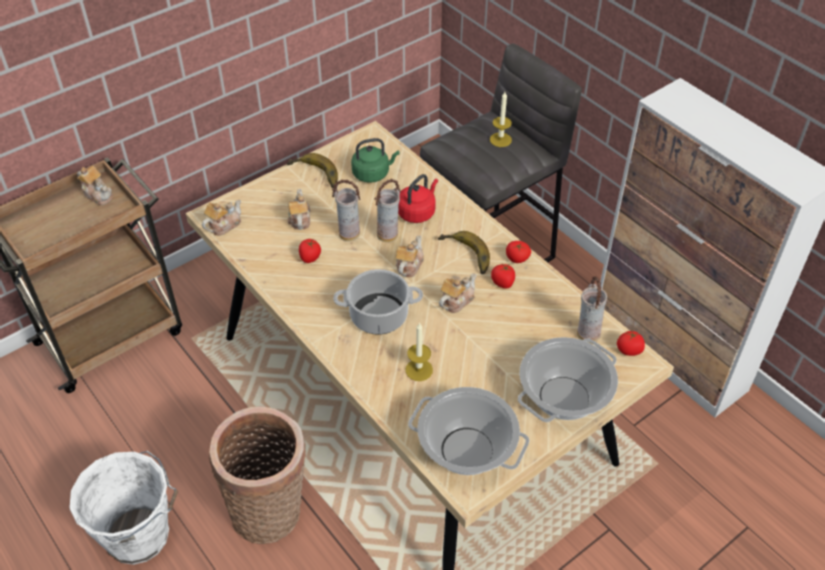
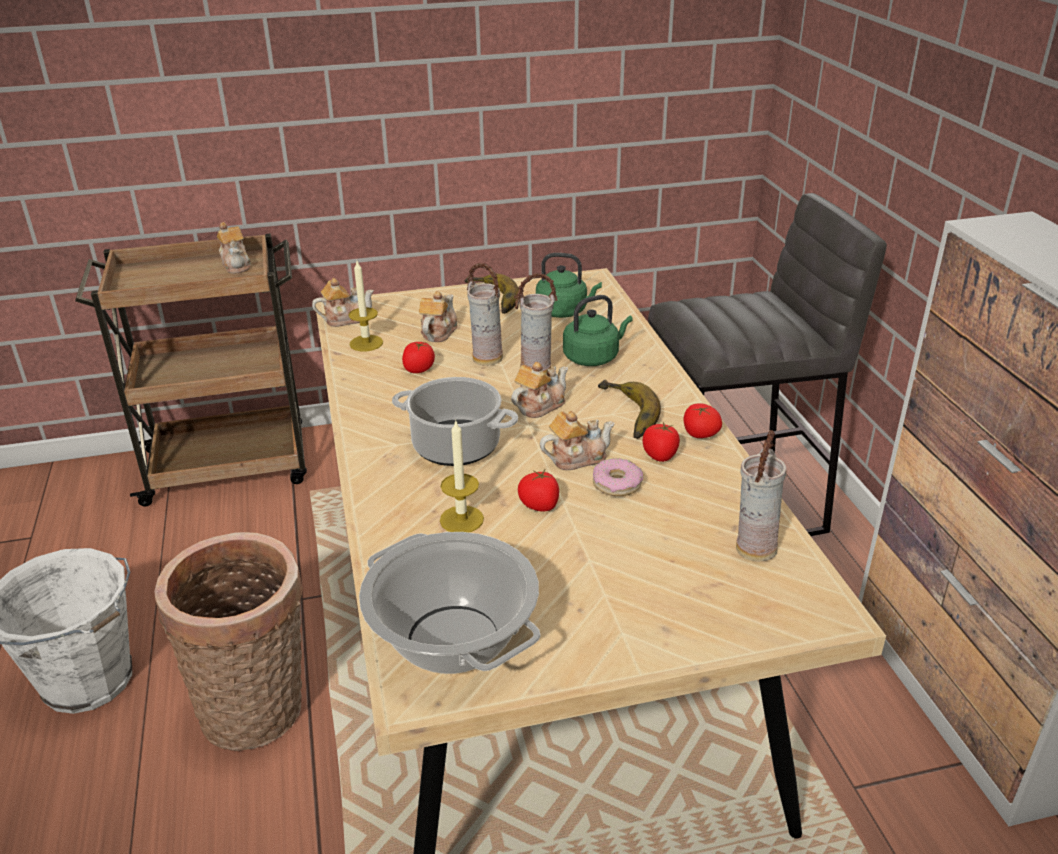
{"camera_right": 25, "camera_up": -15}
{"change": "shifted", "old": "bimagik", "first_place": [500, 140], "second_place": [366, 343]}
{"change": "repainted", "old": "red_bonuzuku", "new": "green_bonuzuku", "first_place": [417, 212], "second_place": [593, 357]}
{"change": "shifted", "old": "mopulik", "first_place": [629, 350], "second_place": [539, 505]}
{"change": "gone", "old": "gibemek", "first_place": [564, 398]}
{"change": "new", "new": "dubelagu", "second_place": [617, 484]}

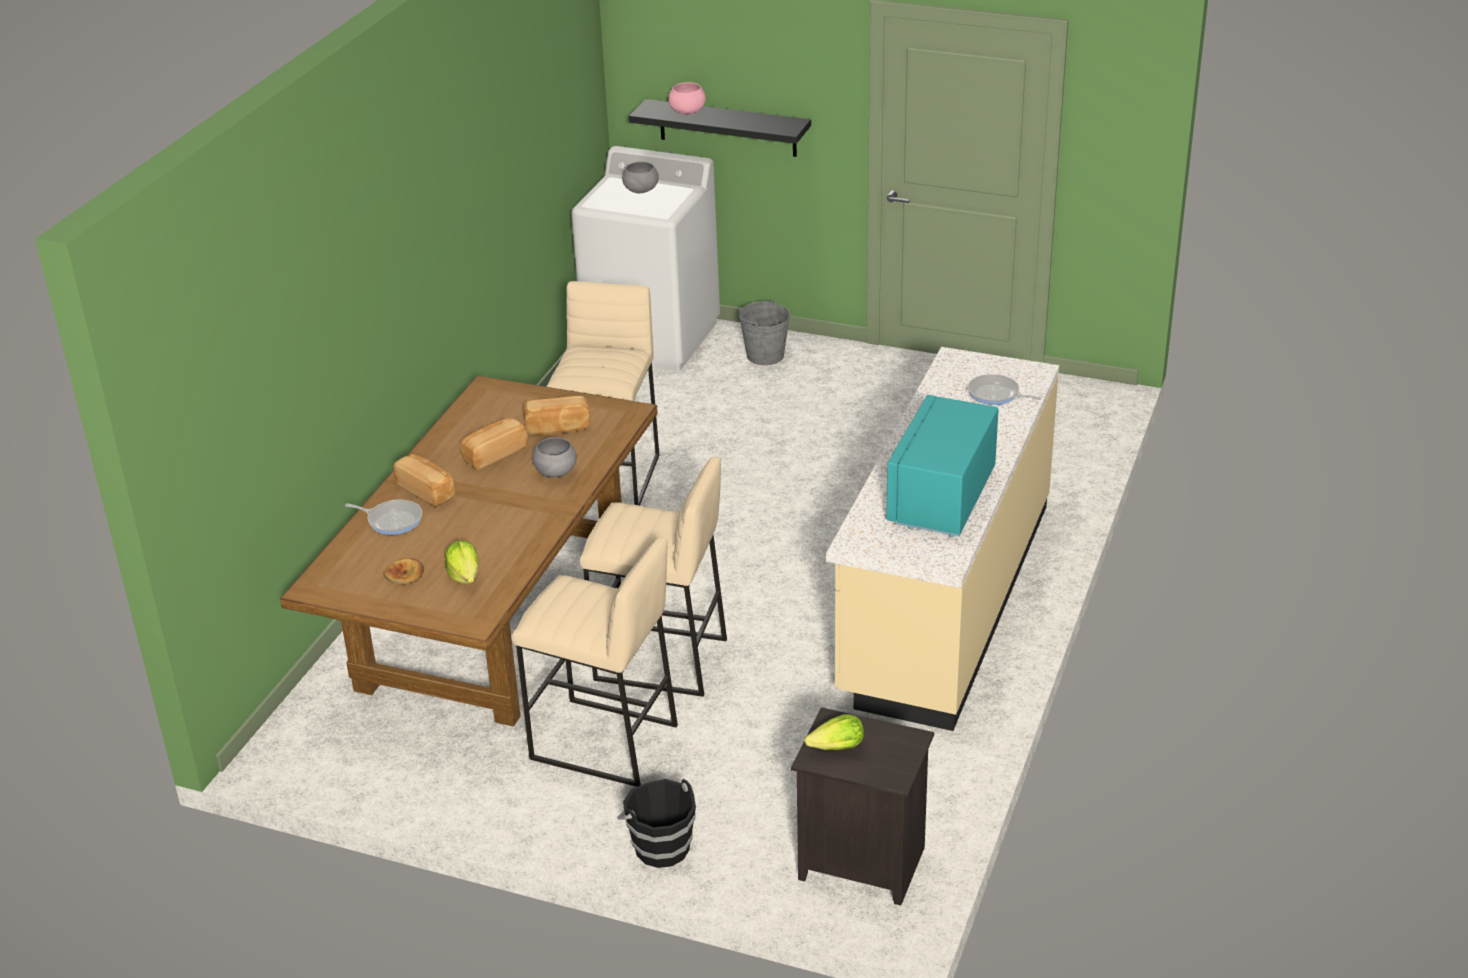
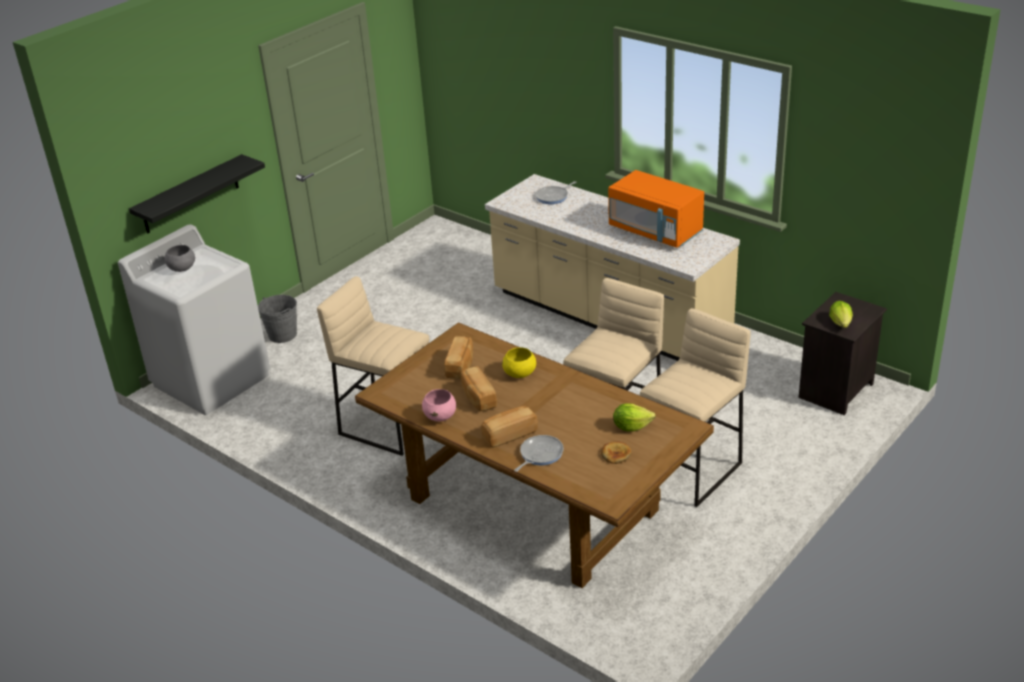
{"camera_right": -70, "camera_up": 0}
{"change": "shifted", "old": "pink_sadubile", "first_place": [687, 112], "second_place": [440, 416]}
{"change": "repainted", "old": "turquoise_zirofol", "new": "orange_zirofol", "first_place": [940, 498], "second_place": [655, 231]}
{"change": "repainted", "old": "grey_sadubile", "new": "yellow_sadubile", "first_place": [555, 472], "second_place": [520, 374]}
{"change": "gone", "old": "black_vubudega", "first_place": [660, 847]}

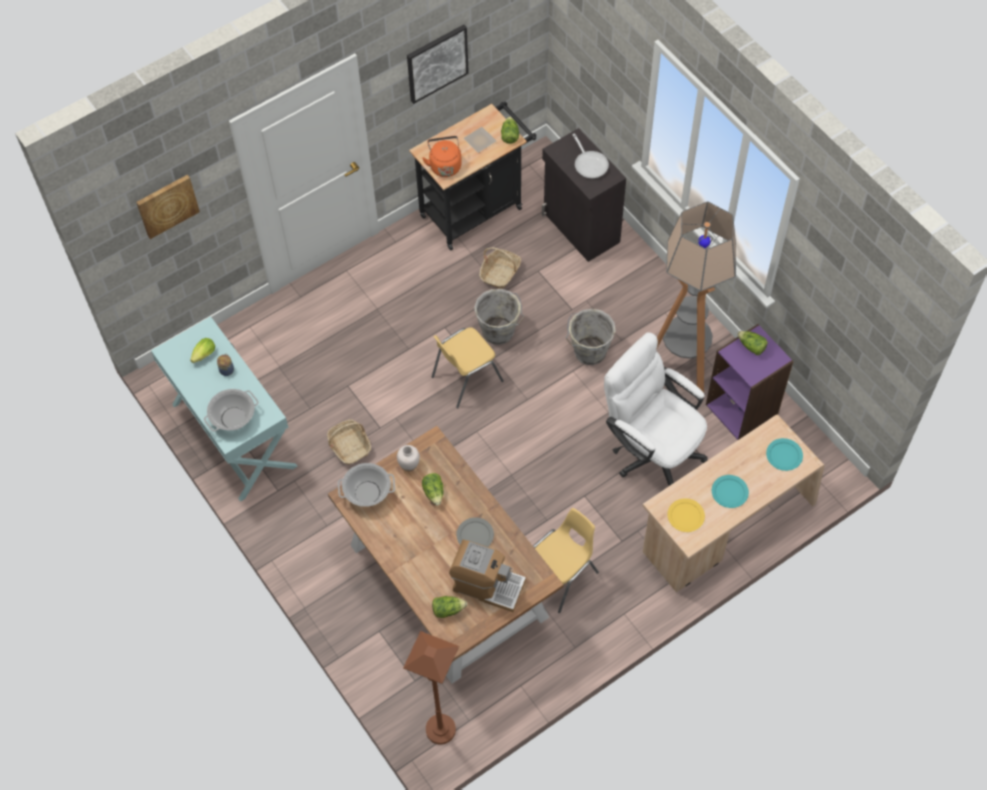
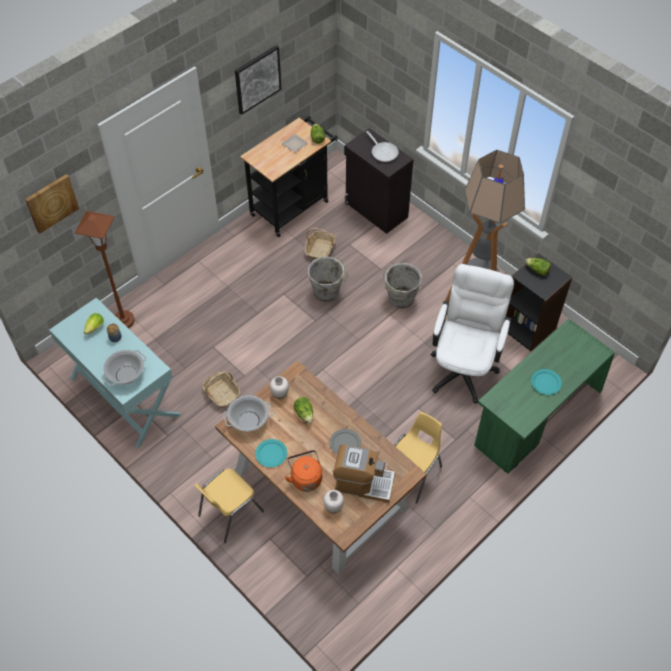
{"camera_right": -10, "camera_up": -5}
{"change": "shifted", "old": "orange_bonuzuku", "first_place": [445, 165], "second_place": [305, 477]}
{"change": "repainted", "old": "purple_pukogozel", "new": "black_pukogozel", "first_place": [742, 409], "second_place": [528, 327]}
{"change": "shifted", "old": "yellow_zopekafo", "first_place": [466, 378], "second_place": [229, 513]}
{"change": "rotated", "old": "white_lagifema", "first_place": [651, 449], "second_place": [464, 366], "degrees": 75}
{"change": "repainted", "old": "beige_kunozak", "new": "green_kunozak", "first_place": [726, 526], "second_place": [535, 417]}
{"change": "shifted", "old": "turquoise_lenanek", "first_place": [784, 455], "second_place": [271, 454]}
{"change": "gone", "old": "yellow_lenanek", "first_place": [685, 516]}
{"change": "swapped", "old": "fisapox", "new": "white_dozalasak", "first_place": [448, 609], "second_place": [333, 507]}
{"change": "shifted", "old": "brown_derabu", "first_place": [440, 729], "second_place": [124, 320]}

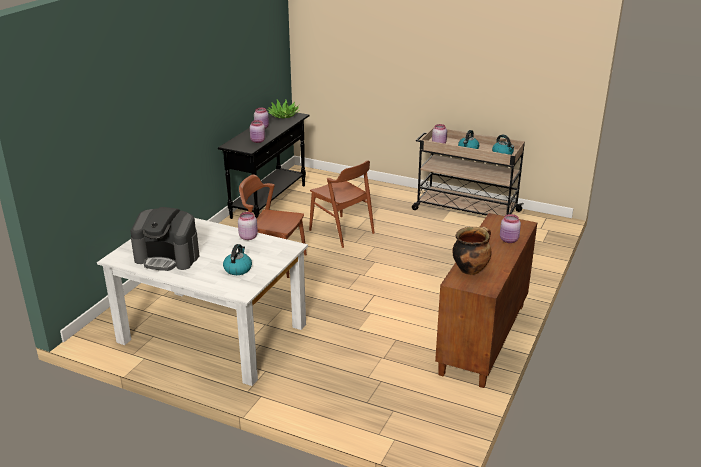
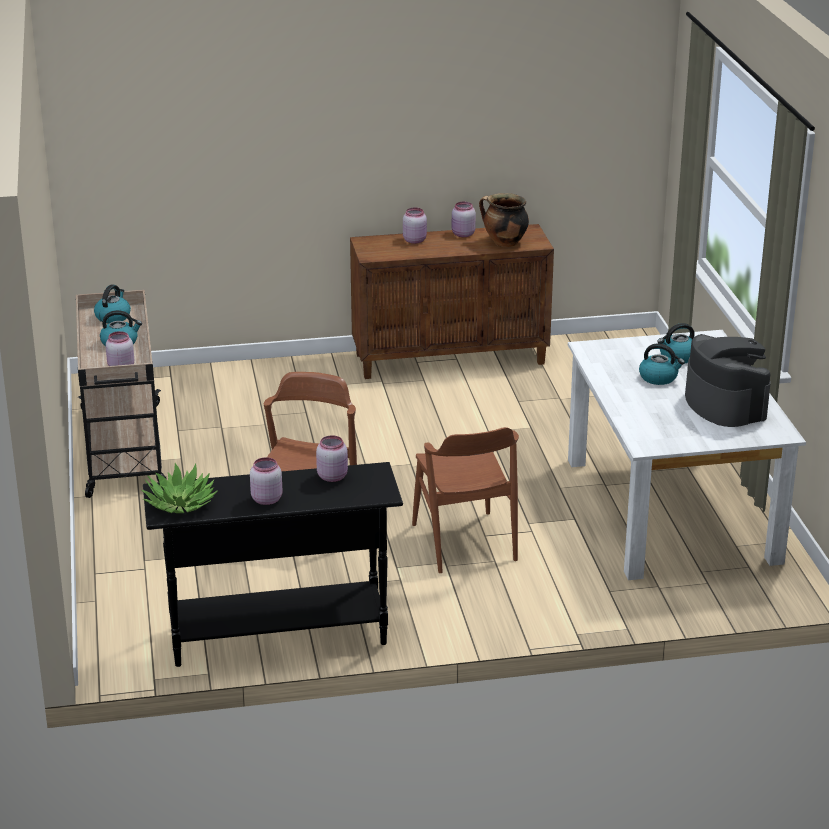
{"camera_right": -125, "camera_up": 0}
{"change": "shifted", "old": "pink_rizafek", "first_place": [248, 237], "second_place": [462, 234]}
{"change": "new", "new": "bonuzuku", "second_place": [659, 378]}

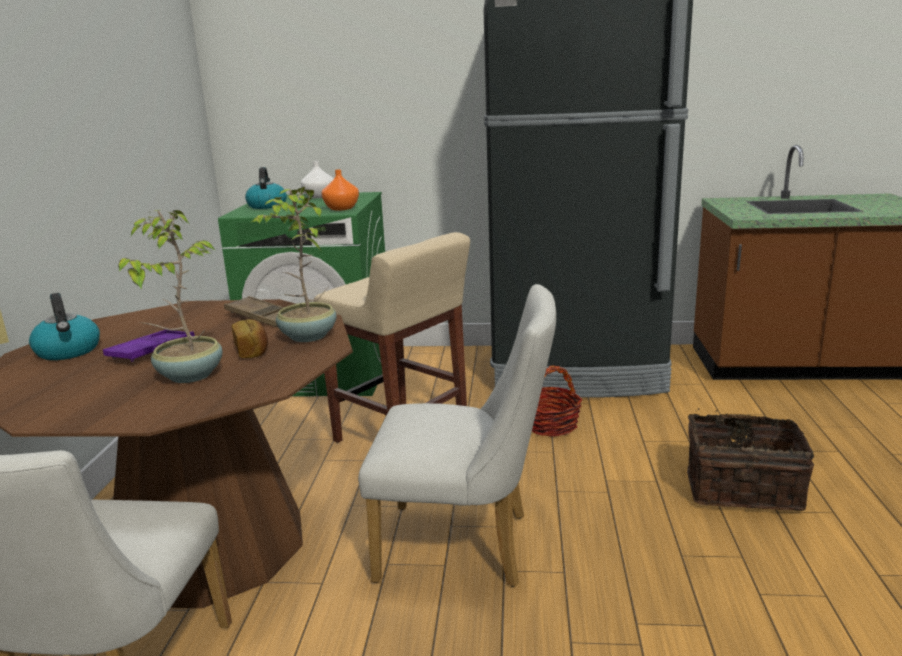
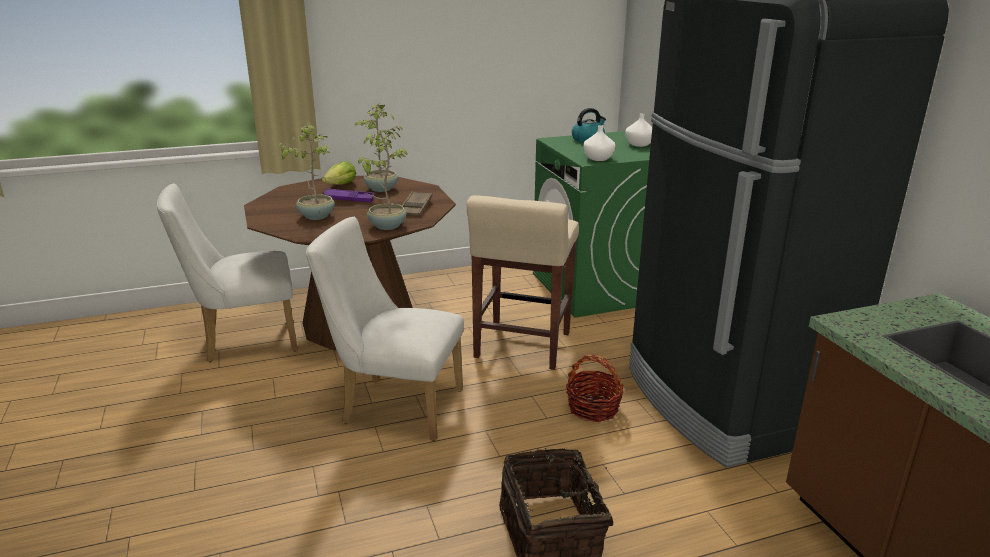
{"camera_right": 65, "camera_up": 5}
{"change": "repainted", "old": "orange_dozalasak", "new": "white_dozalasak", "first_place": [341, 208], "second_place": [597, 158]}
{"change": "rotated", "old": "white_zopekafo", "first_place": [466, 547], "second_place": [394, 406], "degrees": 120}
{"change": "swapped", "old": "bonuzuku", "new": "fisapox", "first_place": [69, 351], "second_place": [341, 185]}
{"change": "gone", "old": "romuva", "first_place": [252, 350]}
{"change": "new", "new": "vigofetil", "second_place": [381, 189]}

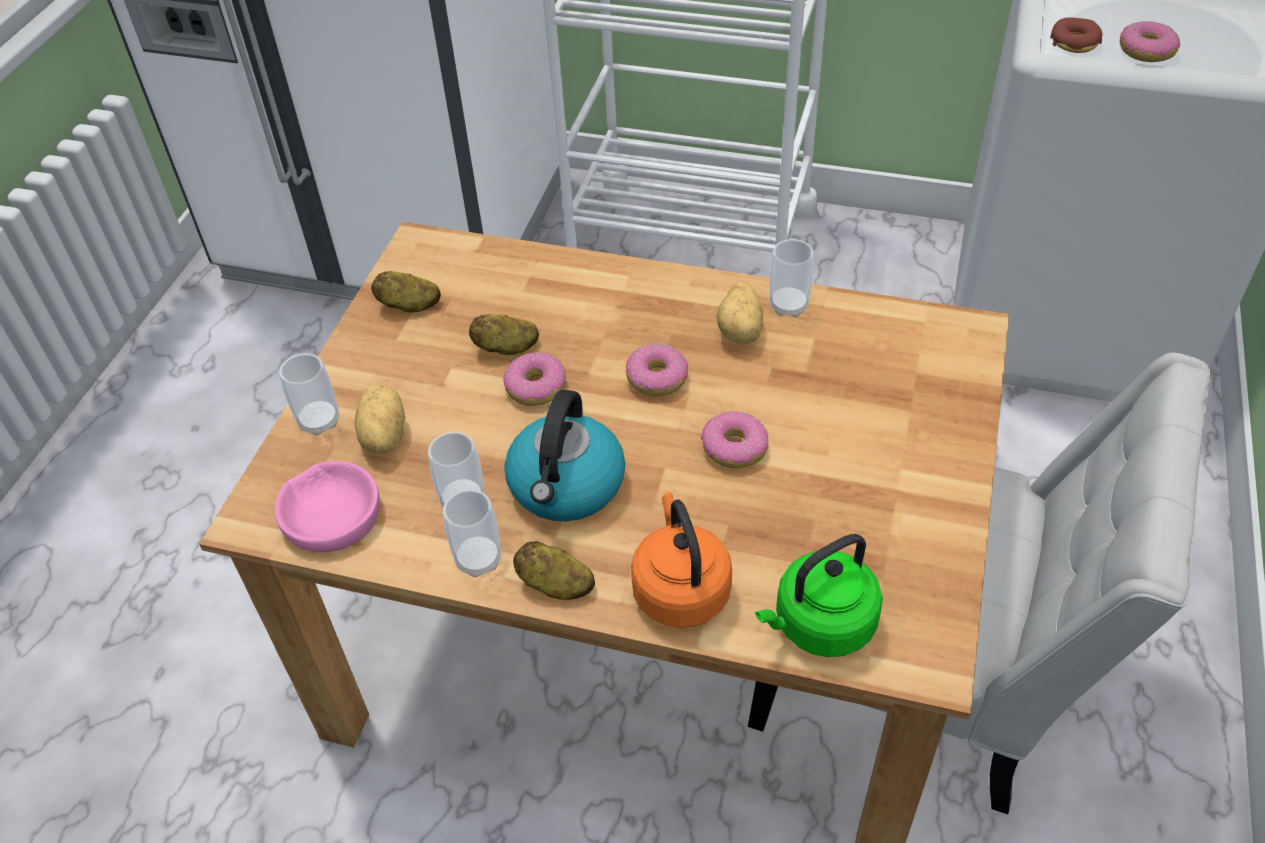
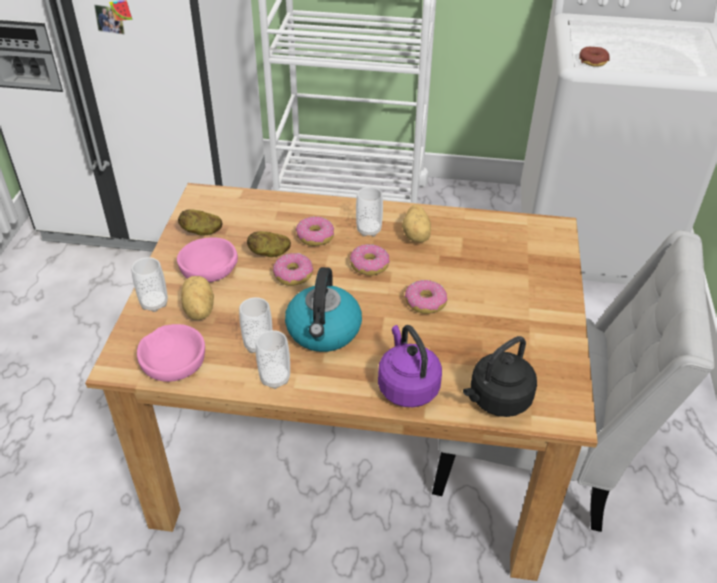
{"camera_right": -10, "camera_up": -5}
{"change": "shifted", "old": "dubelagu", "first_place": [1145, 51], "second_place": [315, 237]}
{"change": "shifted", "old": "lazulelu", "first_place": [788, 306], "second_place": [369, 230]}
{"change": "repainted", "old": "orange_bonuzuku", "new": "purple_bonuzuku", "first_place": [680, 589], "second_place": [407, 386]}
{"change": "repainted", "old": "green_bonuzuku", "new": "black_bonuzuku", "first_place": [820, 625], "second_place": [497, 400]}
{"change": "gone", "old": "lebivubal", "first_place": [555, 585]}
{"change": "new", "new": "pink_sadubile", "second_place": [208, 267]}

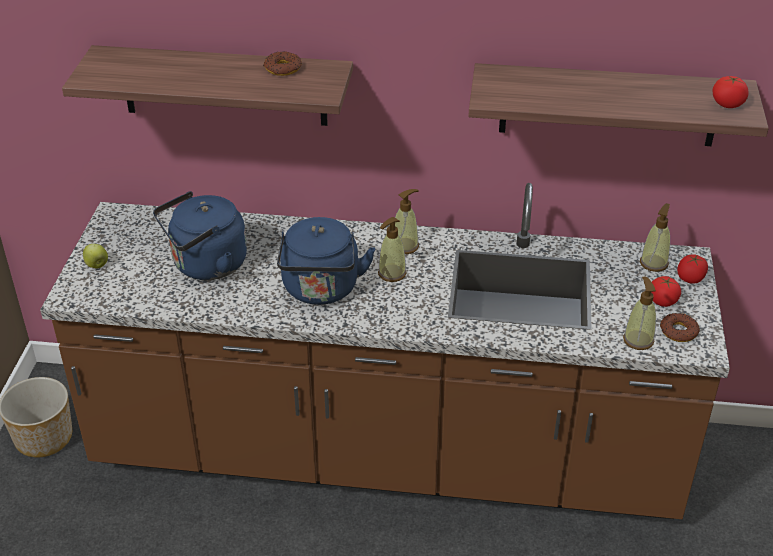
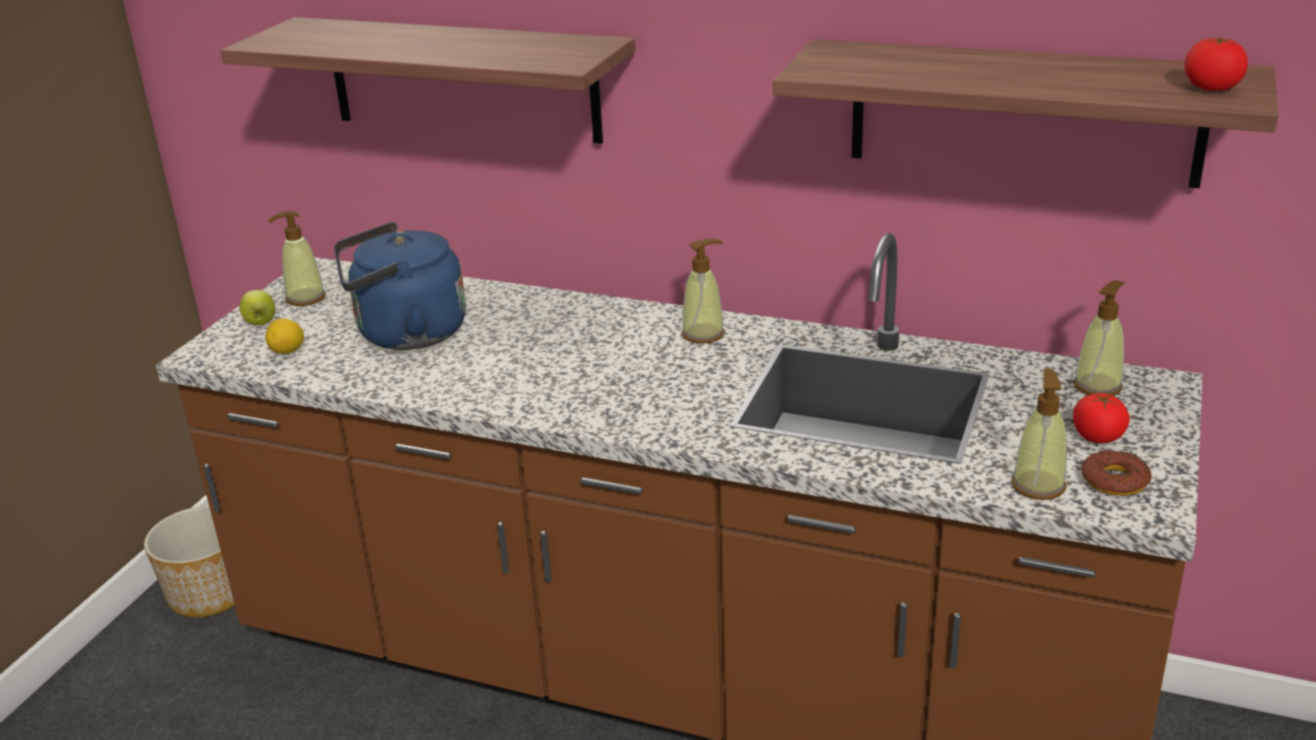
{"camera_right": 15, "camera_up": -10}
{"change": "gone", "old": "dubelagu", "first_place": [282, 68]}
{"change": "gone", "old": "blue_bonuzuku", "first_place": [321, 290]}
{"change": "shifted", "old": "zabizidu", "first_place": [391, 273], "second_place": [305, 298]}
{"change": "gone", "old": "mopulik", "first_place": [690, 278]}
{"change": "new", "new": "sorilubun", "second_place": [288, 352]}

